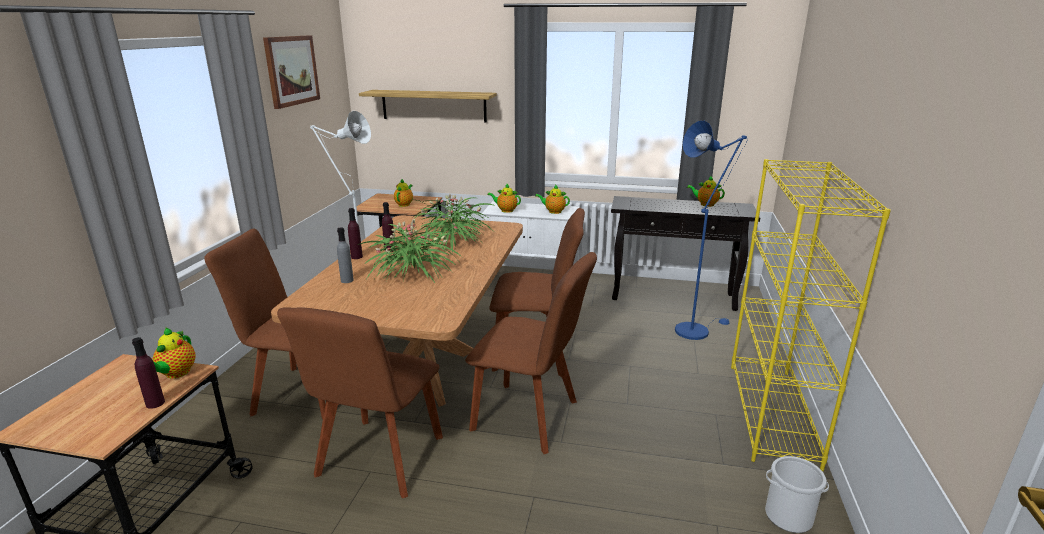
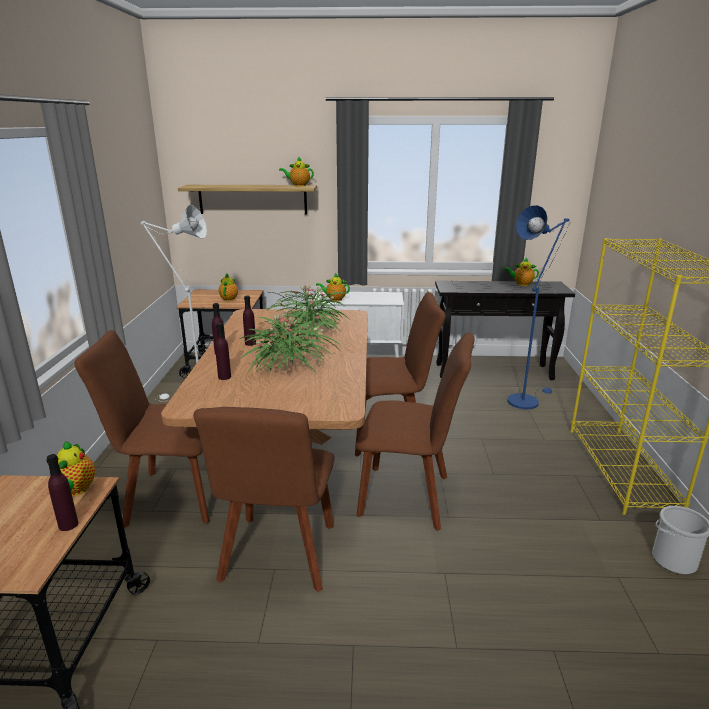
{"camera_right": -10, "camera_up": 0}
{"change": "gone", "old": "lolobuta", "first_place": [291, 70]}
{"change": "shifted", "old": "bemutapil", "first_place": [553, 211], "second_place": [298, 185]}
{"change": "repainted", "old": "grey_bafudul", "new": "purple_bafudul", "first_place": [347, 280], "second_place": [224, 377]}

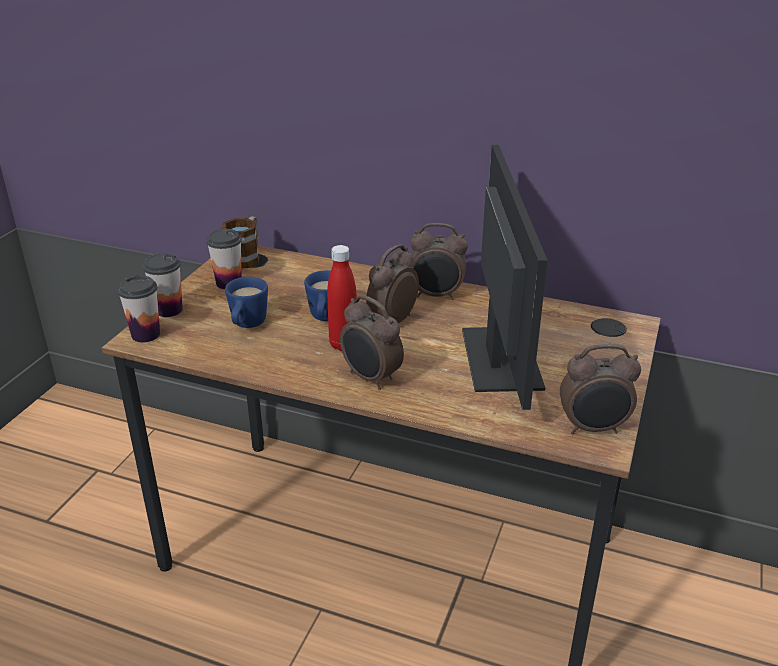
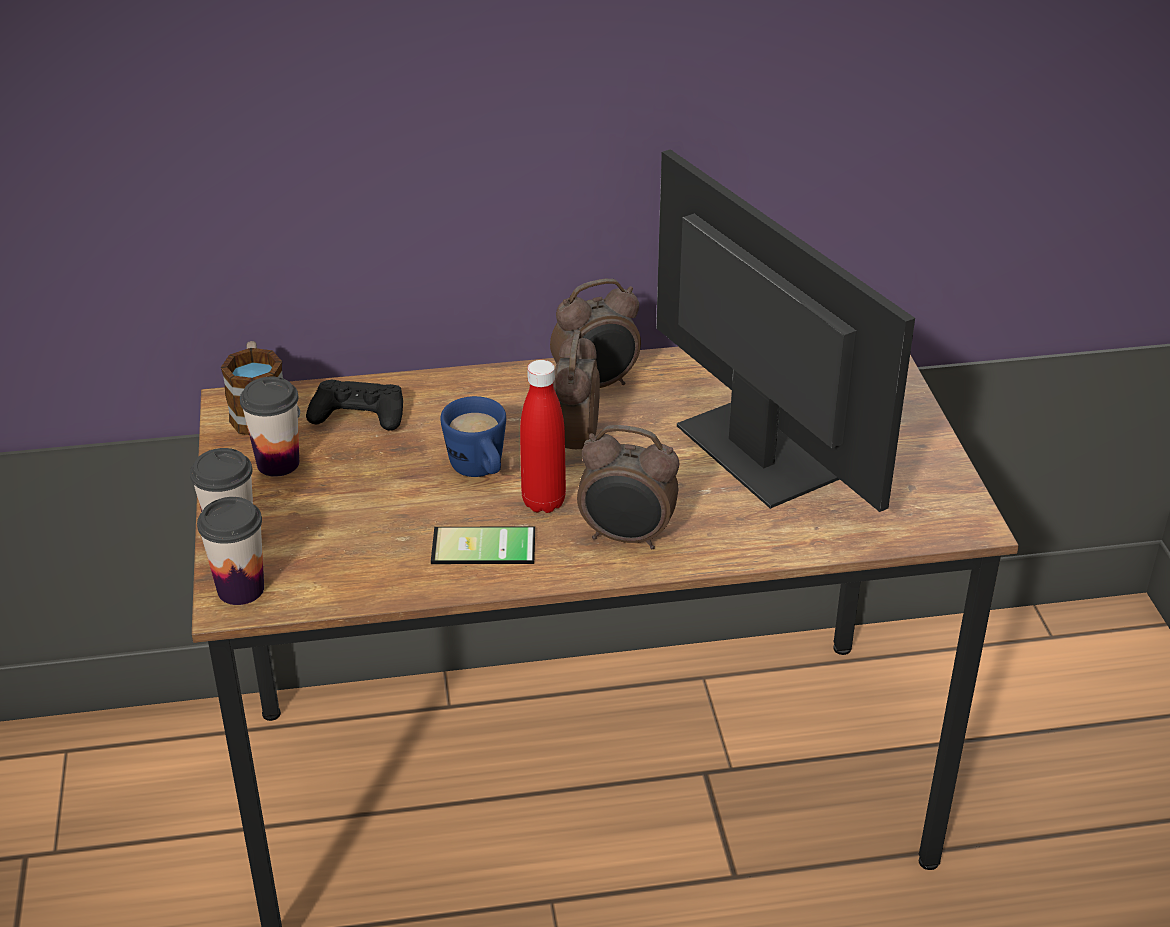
{"camera_right": -30, "camera_up": 5}
{"change": "gone", "old": "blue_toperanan", "first_place": [247, 325]}
{"change": "gone", "old": "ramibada", "first_place": [593, 428]}
{"change": "new", "new": "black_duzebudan", "second_place": [358, 414]}
{"change": "new", "new": "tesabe", "second_place": [483, 550]}

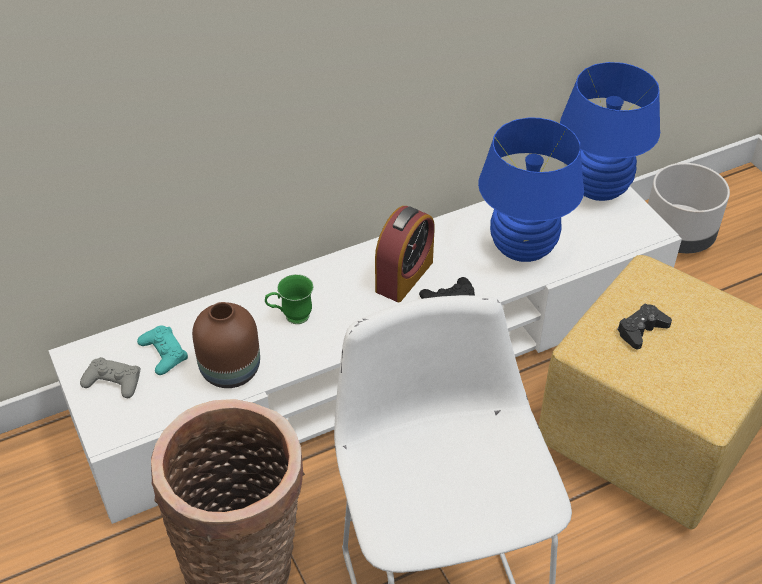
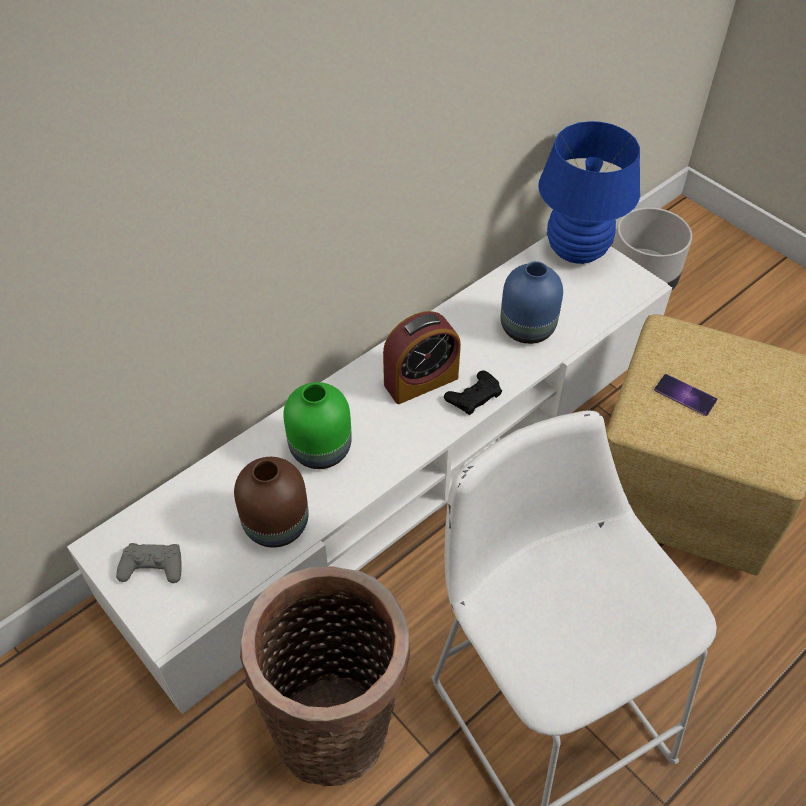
{"camera_right": -15, "camera_up": 5}
{"change": "swapped", "old": "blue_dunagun", "new": "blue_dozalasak", "first_place": [522, 248], "second_place": [527, 327]}
{"change": "rotated", "old": "ramibada", "first_place": [404, 276], "second_place": [421, 381], "degrees": 45}
{"change": "swapped", "old": "green_toperanan", "new": "green_dozalasak", "first_place": [291, 317], "second_place": [320, 451]}
{"change": "swapped", "old": "black_duzebudan", "new": "tesabe", "first_place": [641, 330], "second_place": [685, 395]}
{"change": "gone", "old": "turquoise_duzebudan", "first_place": [163, 353]}

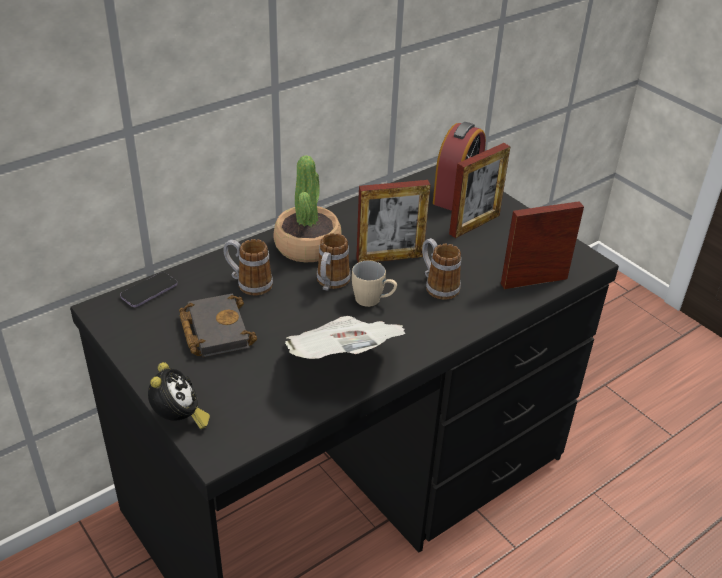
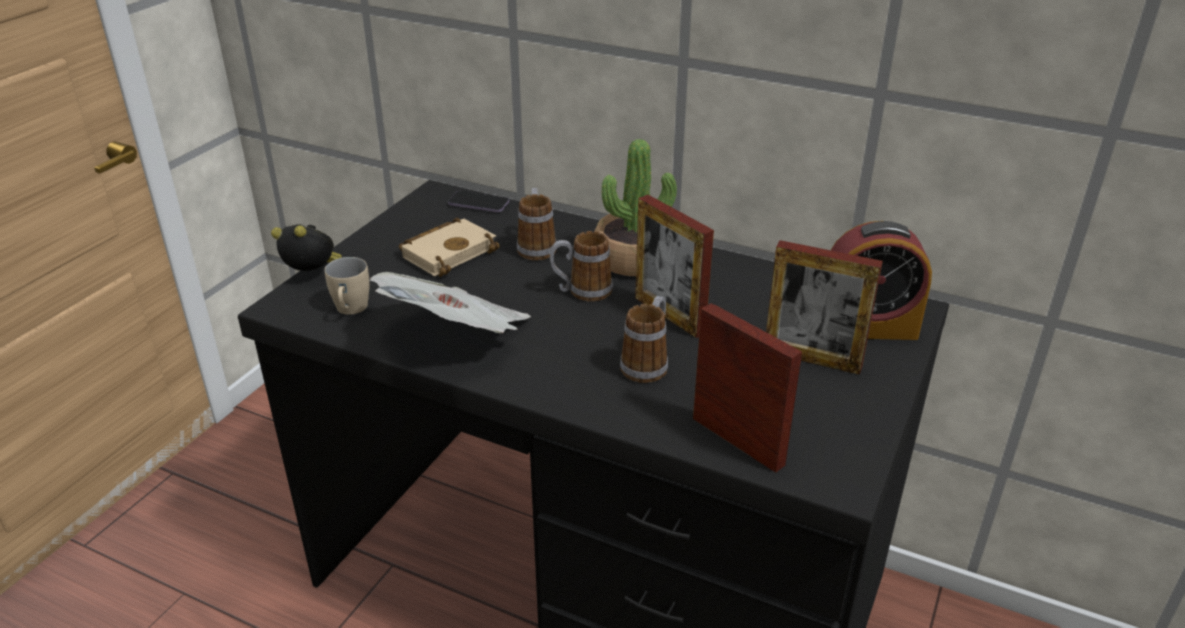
{"camera_right": 65, "camera_up": -5}
{"change": "shifted", "old": "beige_toperanan", "first_place": [373, 300], "second_place": [351, 310]}
{"change": "repainted", "old": "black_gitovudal", "new": "beige_gitovudal", "first_place": [214, 329], "second_place": [449, 251]}
{"change": "rotated", "old": "ramibada", "first_place": [179, 419], "second_place": [313, 275], "degrees": -135}

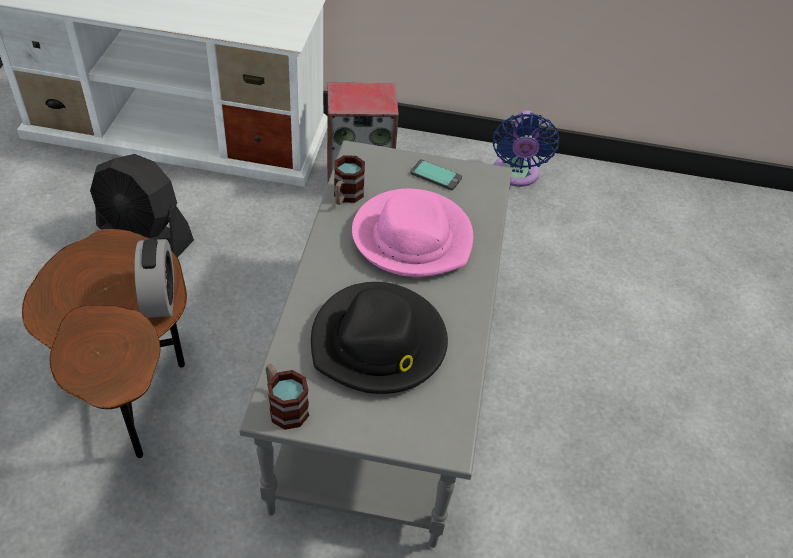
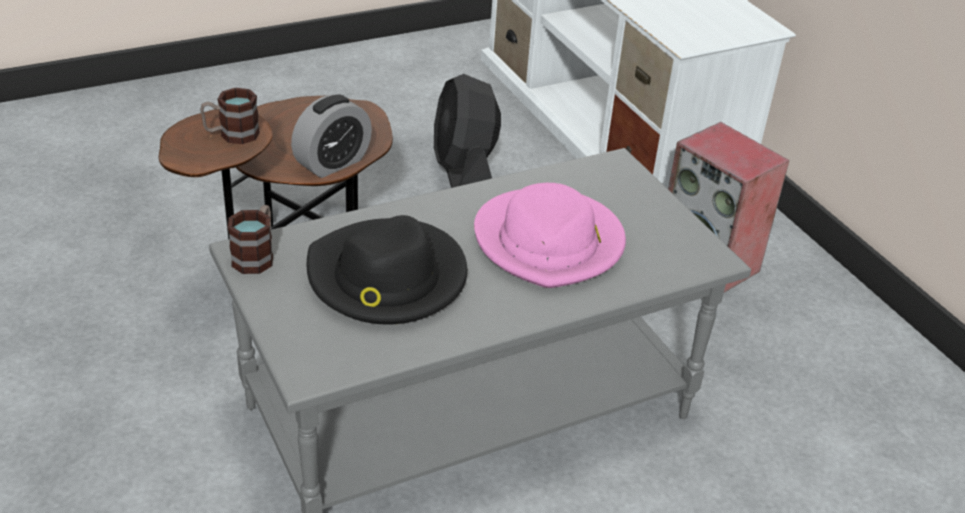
{"camera_right": 55, "camera_up": -10}
{"change": "gone", "old": "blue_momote", "first_place": [516, 175]}
{"change": "shifted", "old": "toperanan", "first_place": [346, 197], "second_place": [231, 135]}
{"change": "gone", "old": "tesabe", "first_place": [436, 175]}

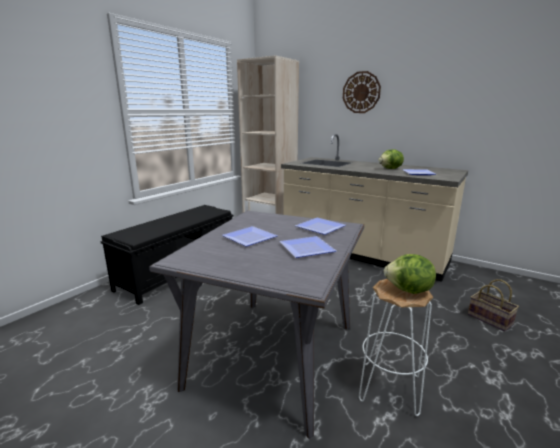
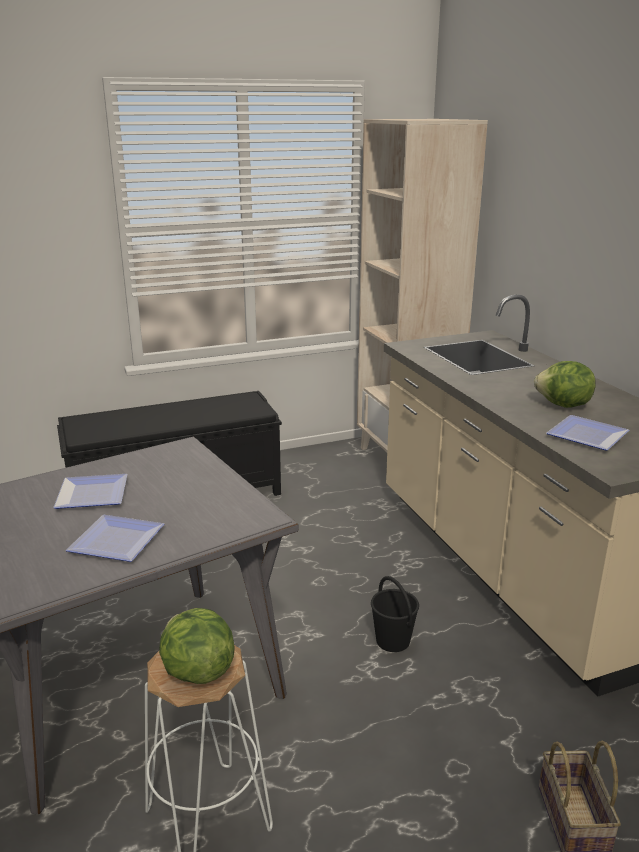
{"camera_right": 35, "camera_up": 5}
{"change": "gone", "old": "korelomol", "first_place": [361, 92]}
{"change": "gone", "old": "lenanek", "first_place": [322, 228]}
{"change": "new", "new": "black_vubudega", "second_place": [393, 641]}

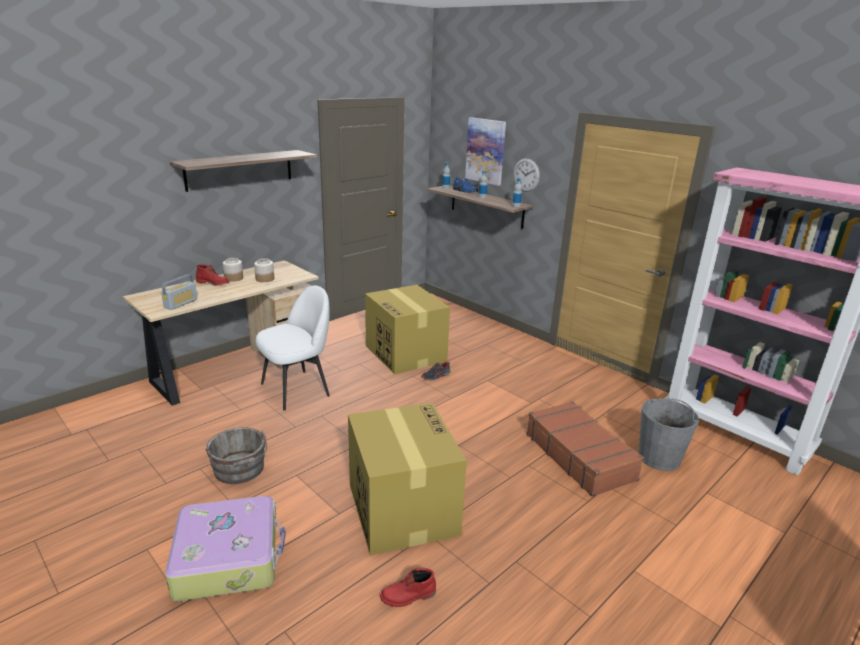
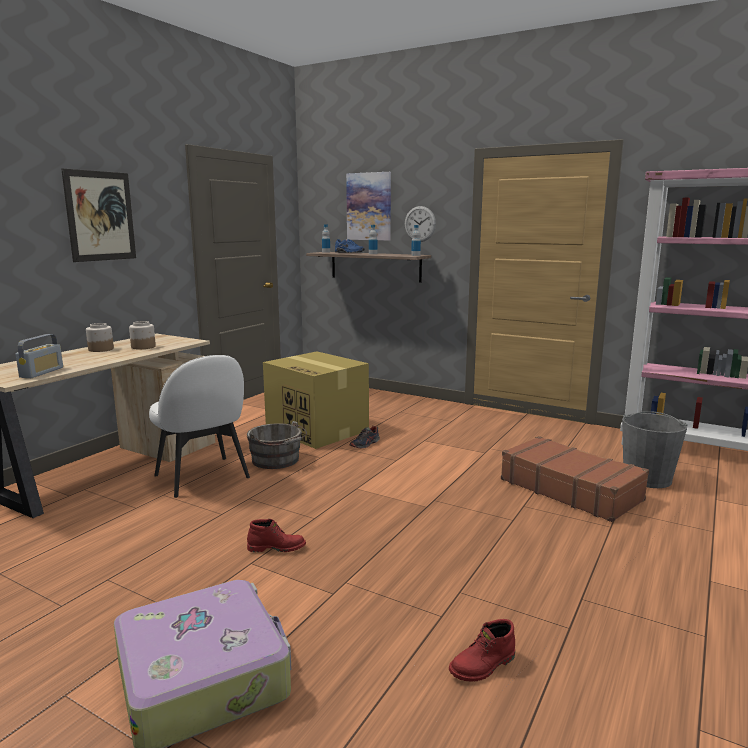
{"camera_right": -15, "camera_up": -10}
{"change": "swapped", "old": "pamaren", "new": "lolobuta", "first_place": [239, 170], "second_place": [100, 216]}
{"change": "shifted", "old": "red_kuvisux", "first_place": [213, 283], "second_place": [277, 548]}
{"change": "rotated", "old": "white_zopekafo", "first_place": [297, 389], "second_place": [203, 477], "degrees": 105}
{"change": "gone", "old": "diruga", "first_place": [401, 508]}
{"change": "shifted", "old": "grey_vubudega", "first_place": [240, 470], "second_place": [277, 460]}

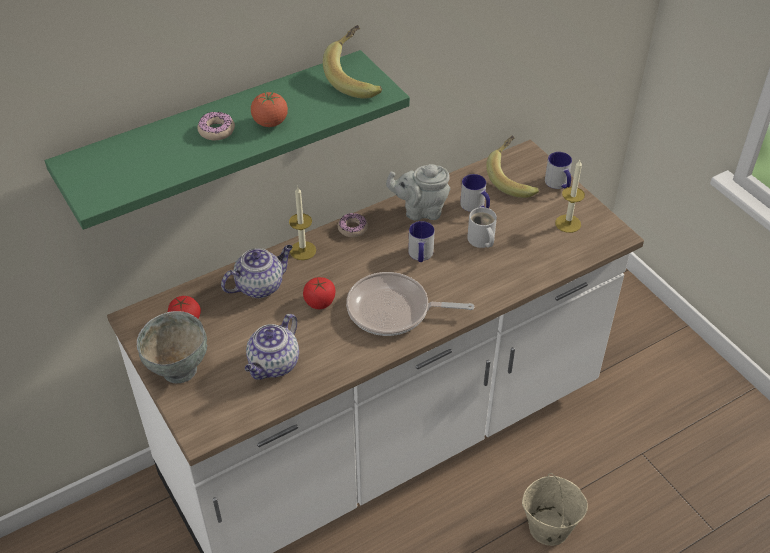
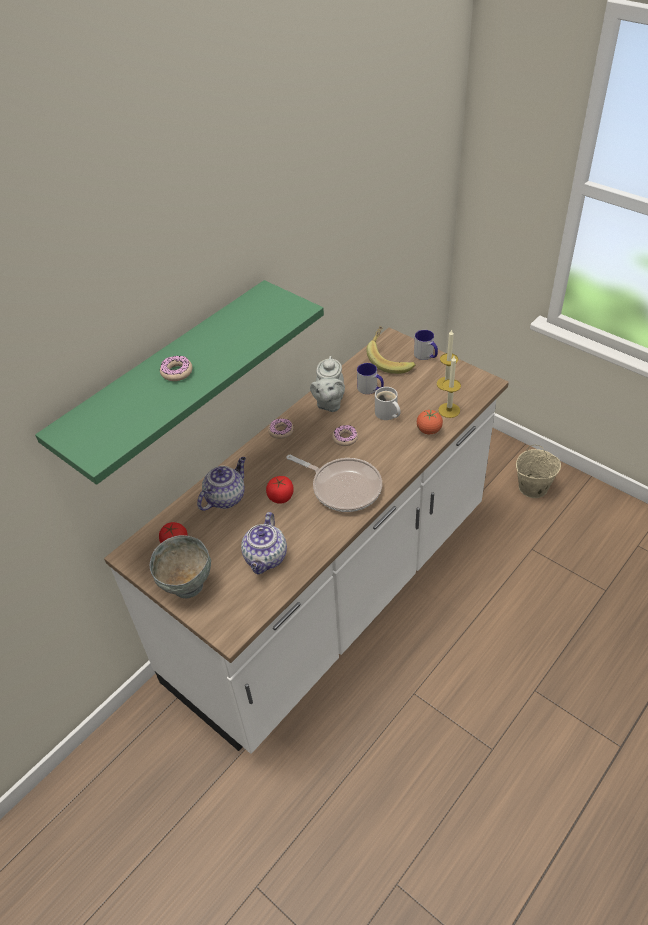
{"camera_right": -15, "camera_up": 0}
{"change": "gone", "old": "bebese", "first_place": [357, 78]}
{"change": "shifted", "old": "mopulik", "first_place": [270, 123], "second_place": [429, 430]}
{"change": "rotated", "old": "grey_bemutapil", "first_place": [420, 211], "second_place": [329, 403], "degrees": -60}
{"change": "shifted", "old": "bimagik", "first_place": [303, 250], "second_place": [449, 410]}
{"change": "swapped", "old": "toperanan", "new": "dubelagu", "first_place": [420, 255], "second_place": [345, 438]}
{"change": "rotated", "old": "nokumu", "first_place": [393, 310], "second_place": [343, 487], "degrees": -135}
{"change": "shifted", "old": "beige_vubudega", "first_place": [548, 527], "second_place": [532, 488]}

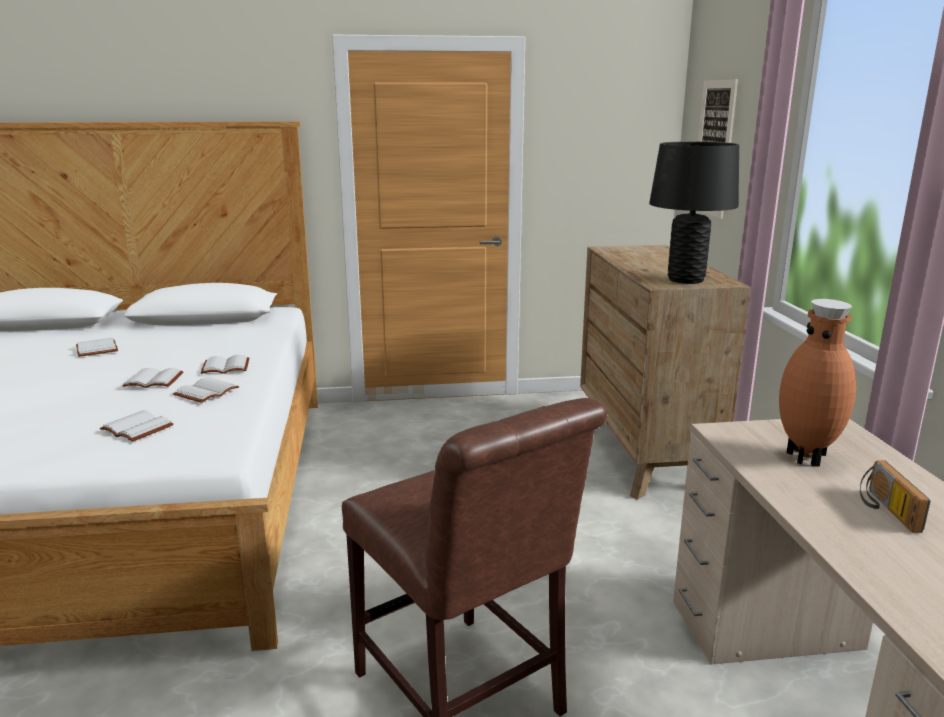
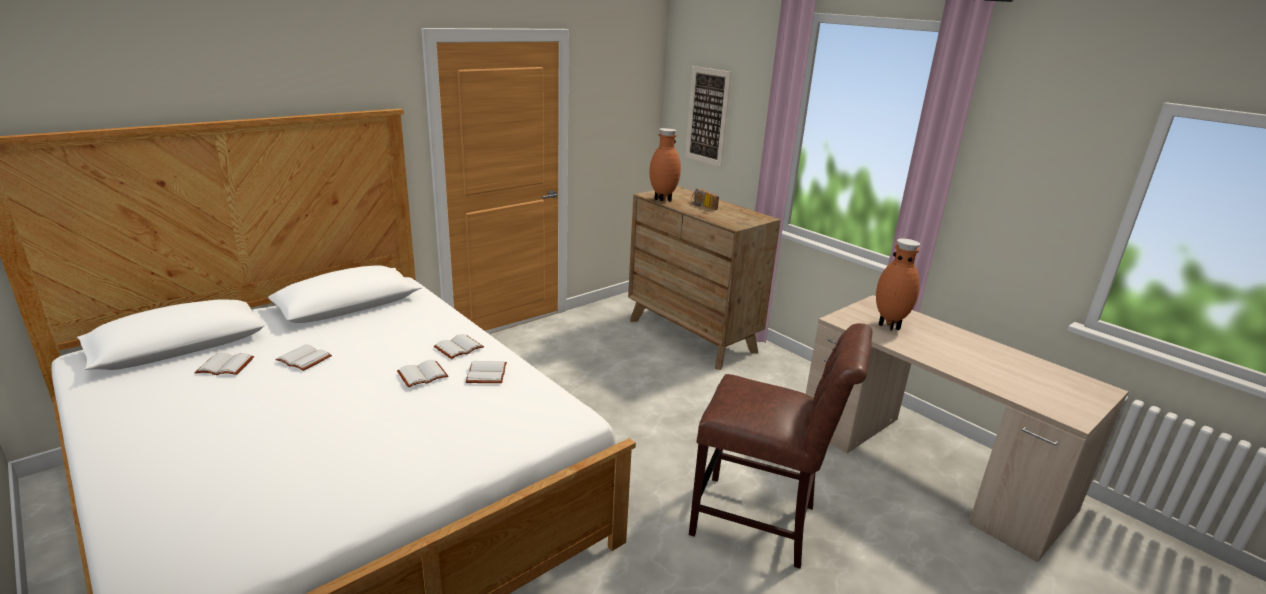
{"camera_right": -35, "camera_up": 5}
{"change": "gone", "old": "black_dunagun", "first_place": [685, 280]}
{"change": "shifted", "old": "white_gitovudal", "first_place": [135, 429], "second_place": [224, 366]}
{"change": "shifted", "old": "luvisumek", "first_place": [885, 509], "second_place": [702, 206]}
{"change": "new", "new": "brown_dozalasak", "second_place": [662, 200]}

